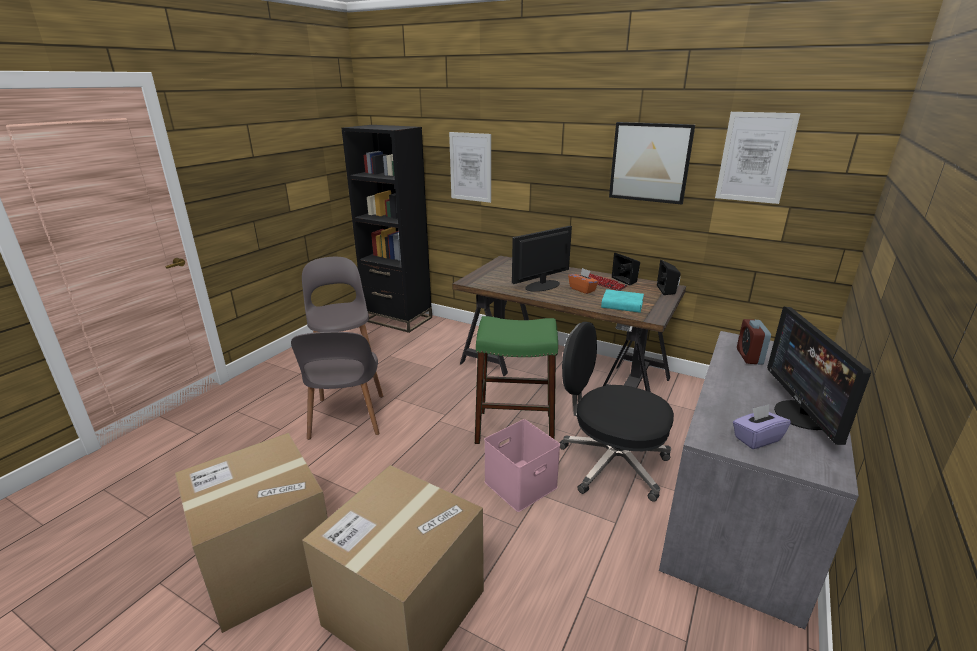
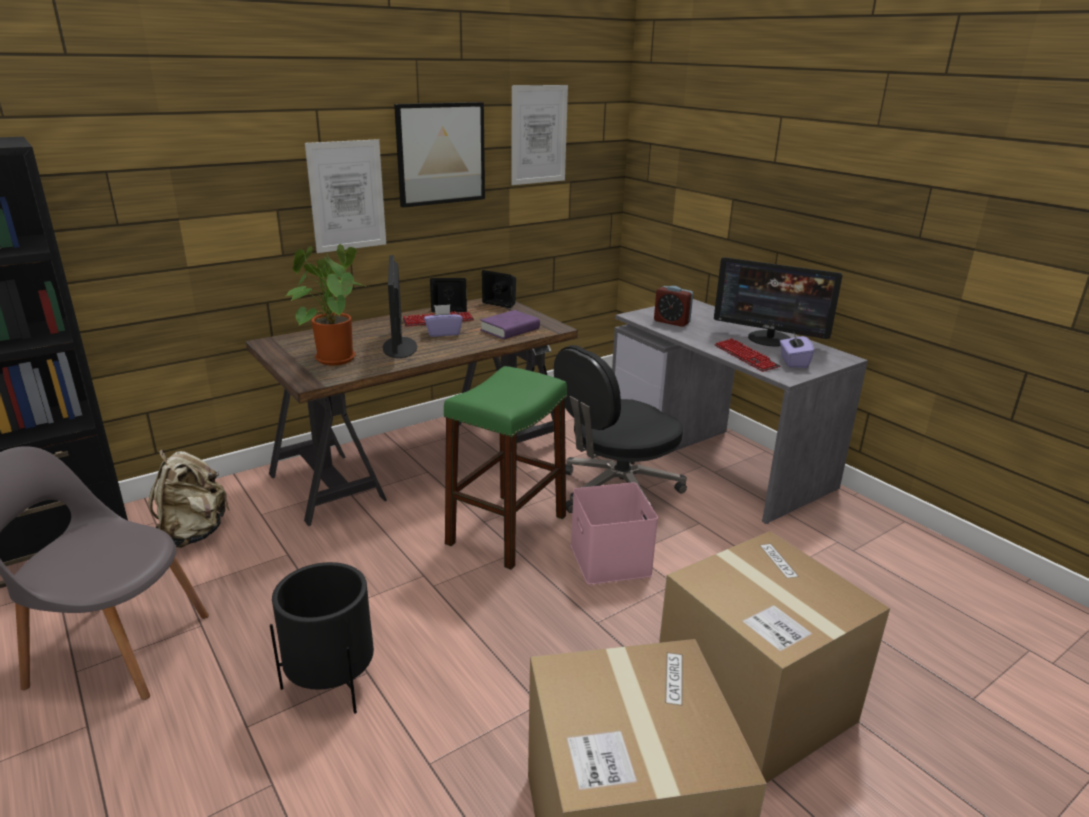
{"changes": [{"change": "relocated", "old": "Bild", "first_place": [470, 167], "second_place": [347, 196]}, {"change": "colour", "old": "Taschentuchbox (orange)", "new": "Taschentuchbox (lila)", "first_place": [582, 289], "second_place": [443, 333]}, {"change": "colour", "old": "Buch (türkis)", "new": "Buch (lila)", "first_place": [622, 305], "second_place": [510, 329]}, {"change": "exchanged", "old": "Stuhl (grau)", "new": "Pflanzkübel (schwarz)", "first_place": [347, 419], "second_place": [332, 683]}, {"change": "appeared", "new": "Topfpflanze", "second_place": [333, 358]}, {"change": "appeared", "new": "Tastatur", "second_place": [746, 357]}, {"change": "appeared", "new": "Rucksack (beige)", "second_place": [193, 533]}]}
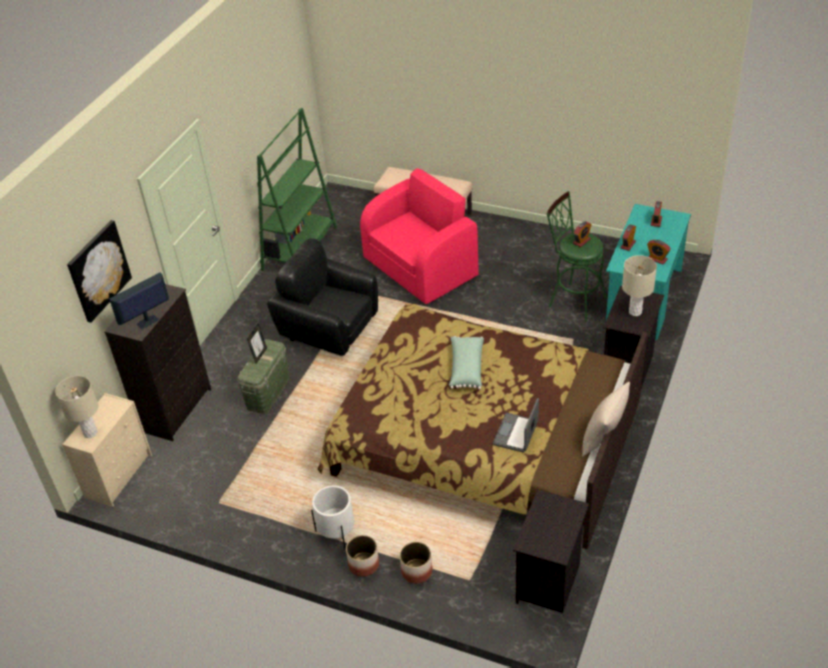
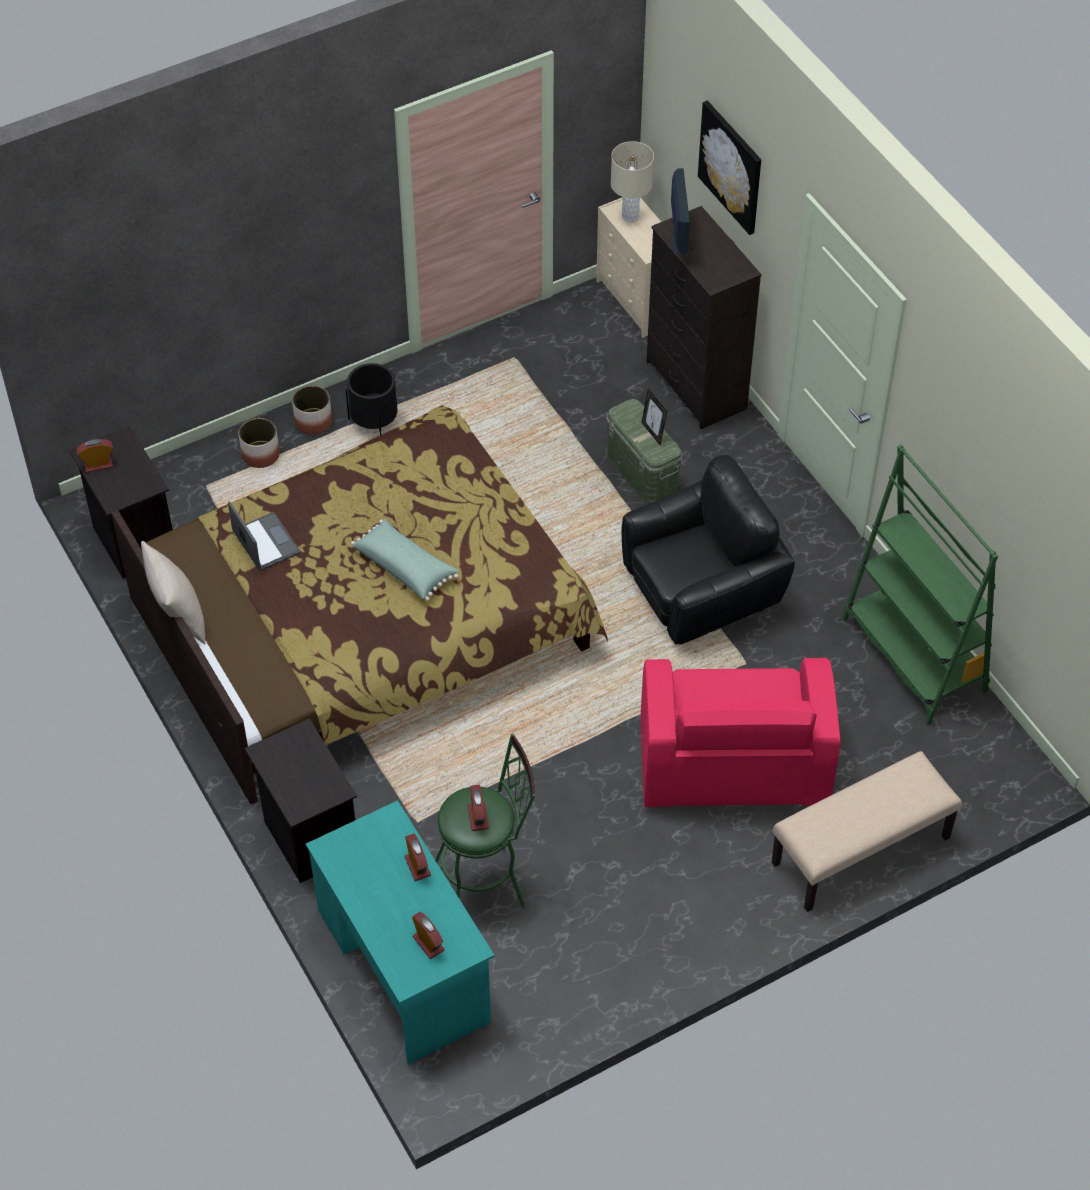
{"changes": [{"change": "relocated", "old": "Wecker", "first_place": [657, 259], "second_place": [98, 465]}, {"change": "missing", "old": "Tischlampe (beige)", "first_place": [635, 312]}, {"change": "colour", "old": "Pflanzkübel (weiß)", "new": "Pflanzkübel (schwarz)", "first_place": [336, 532], "second_place": [374, 423]}]}
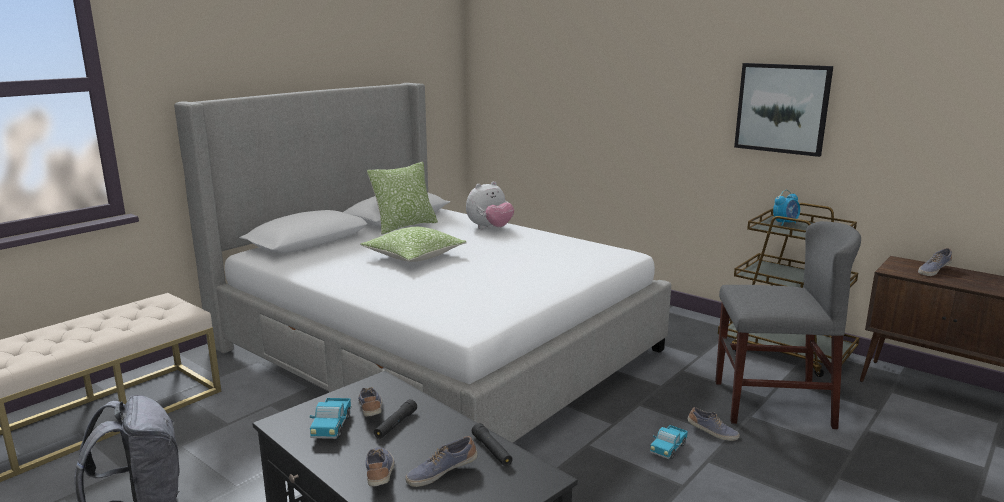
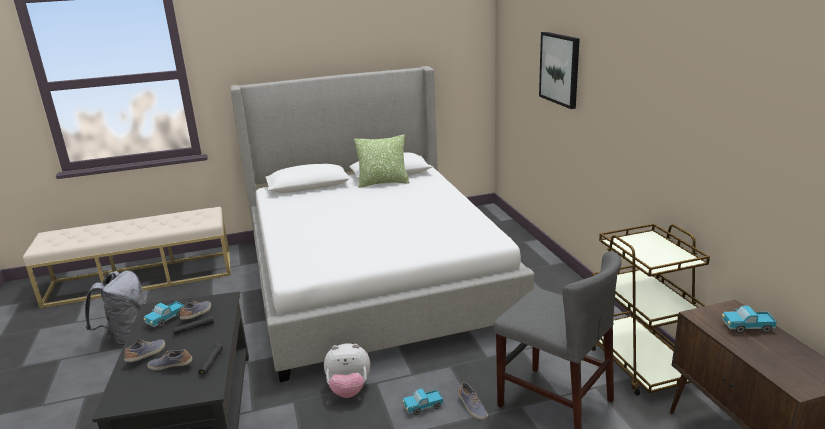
{"changes": [{"change": "relocated", "old": "Bild", "first_place": [782, 108], "second_place": [560, 69]}, {"change": "relocated", "old": "Plüschtier", "first_place": [490, 228], "second_place": [349, 390]}, {"change": "missing", "old": "Wecker", "first_place": [785, 223]}, {"change": "missing", "old": "Kissen", "first_place": [414, 256]}, {"change": "exchanged", "old": "Schuh", "new": "Spielzeuglaster", "first_place": [933, 270], "second_place": [747, 327]}]}
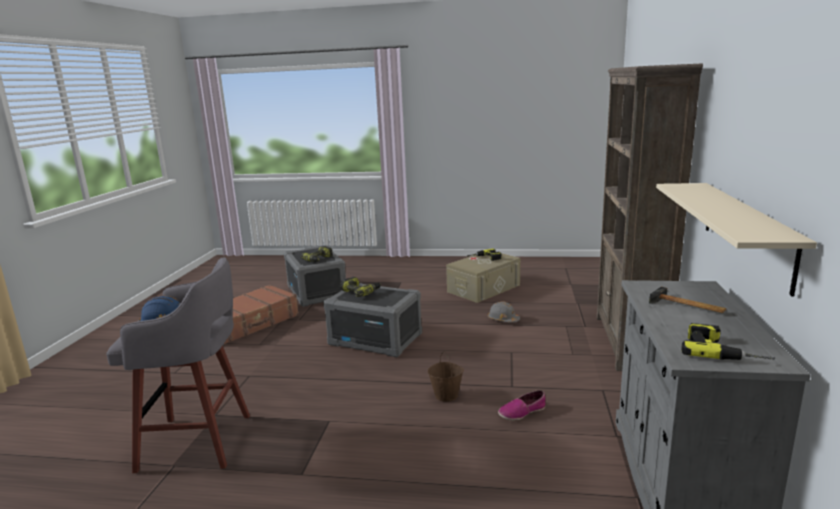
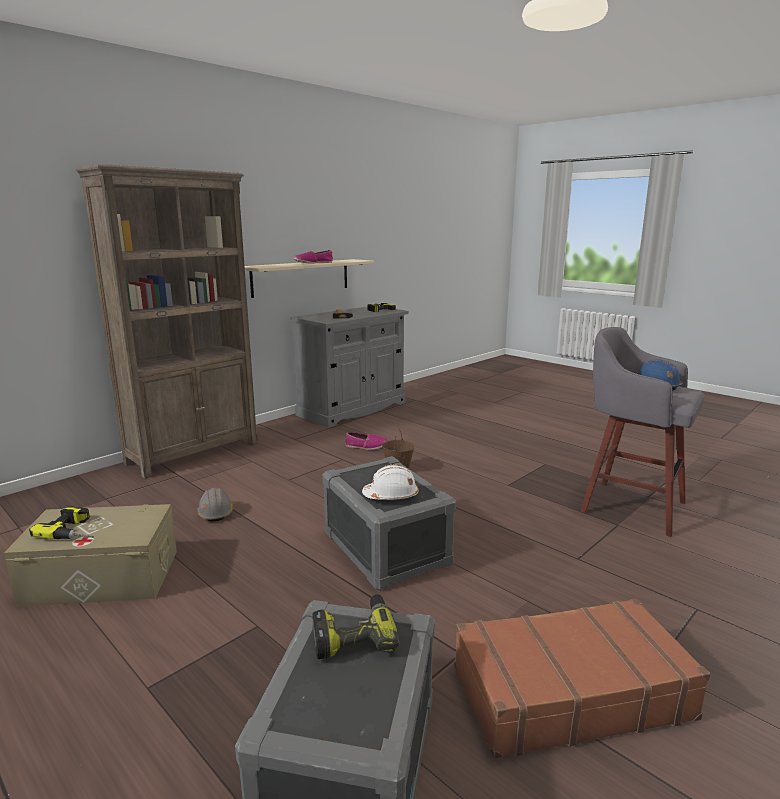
{"changes": [{"change": "exchanged", "old": "Bohrmaschine", "new": "Schutzhelm (weiß)", "first_place": [361, 291], "second_place": [391, 495]}, {"change": "appeared", "new": "Schuh", "second_place": [313, 263]}]}
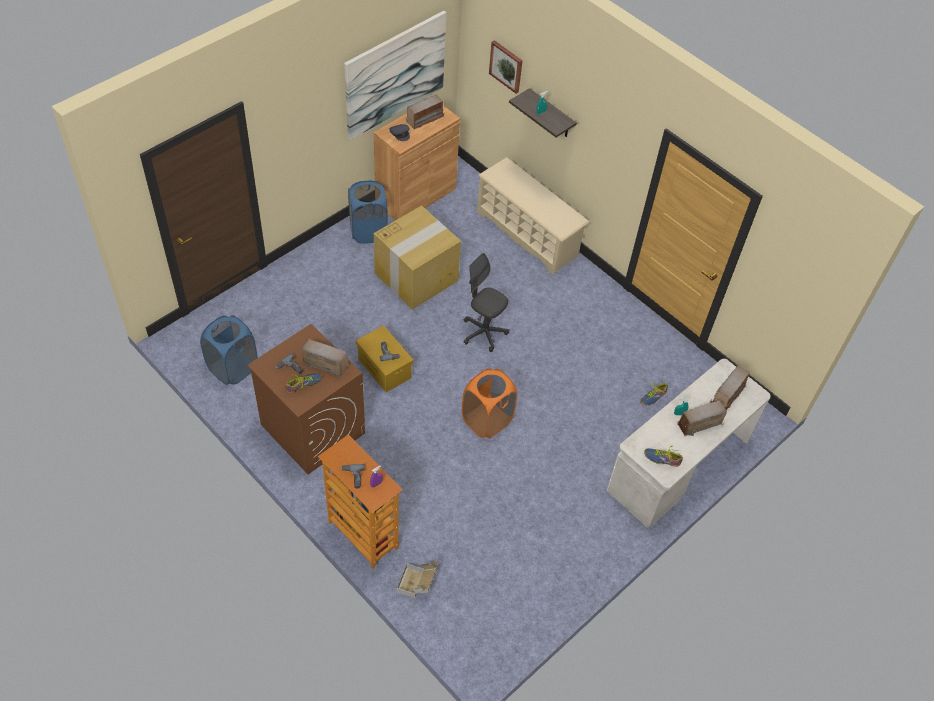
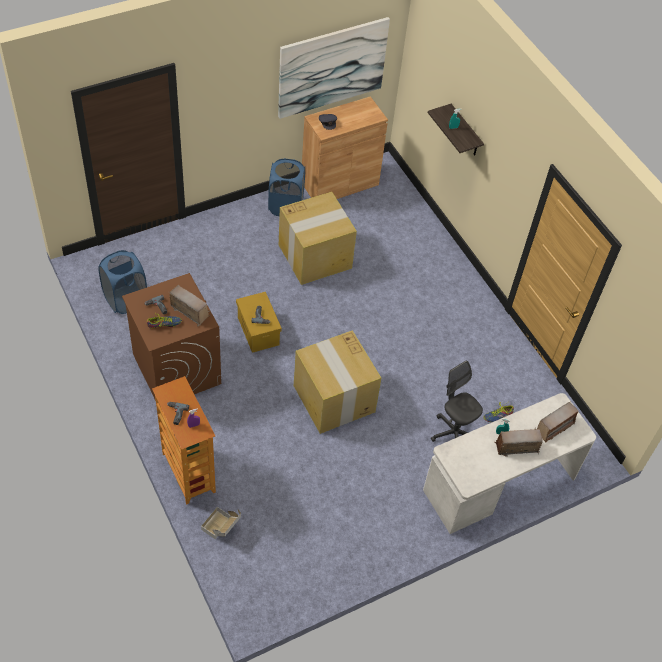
{"changes": [{"change": "missing", "old": "Bild", "first_place": [506, 66]}, {"change": "missing", "old": "Radio", "first_place": [425, 119]}, {"change": "missing", "old": "Schuhregal (beige)", "first_place": [528, 234]}, {"change": "relocated", "old": "Bürostuhl (grau)", "first_place": [484, 332], "second_place": [453, 433]}, {"change": "exchanged", "old": "Wäschekorb (orange)", "new": "Karton", "first_place": [487, 420], "second_place": [334, 399]}, {"change": "missing", "old": "Schuh", "first_place": [662, 459]}]}
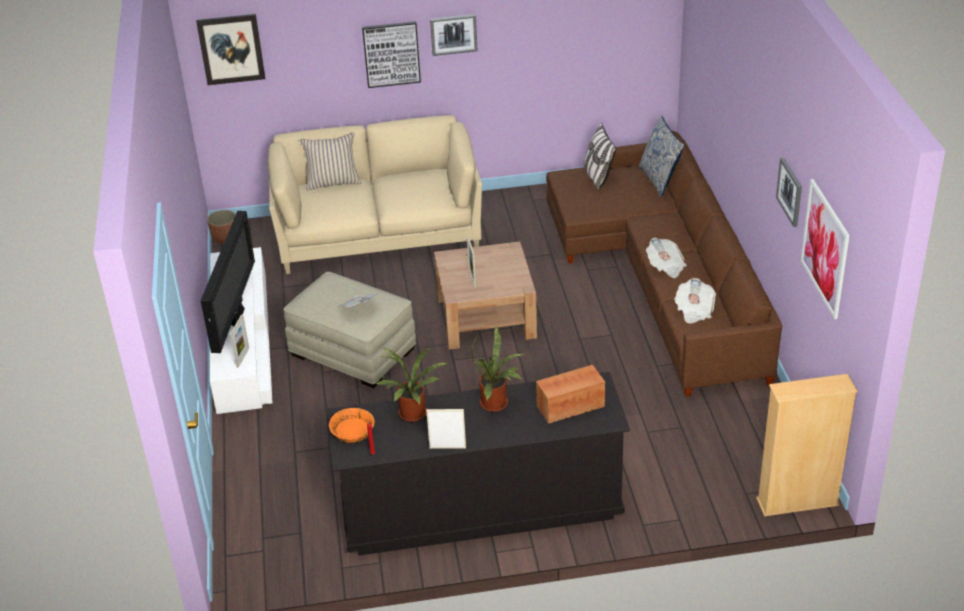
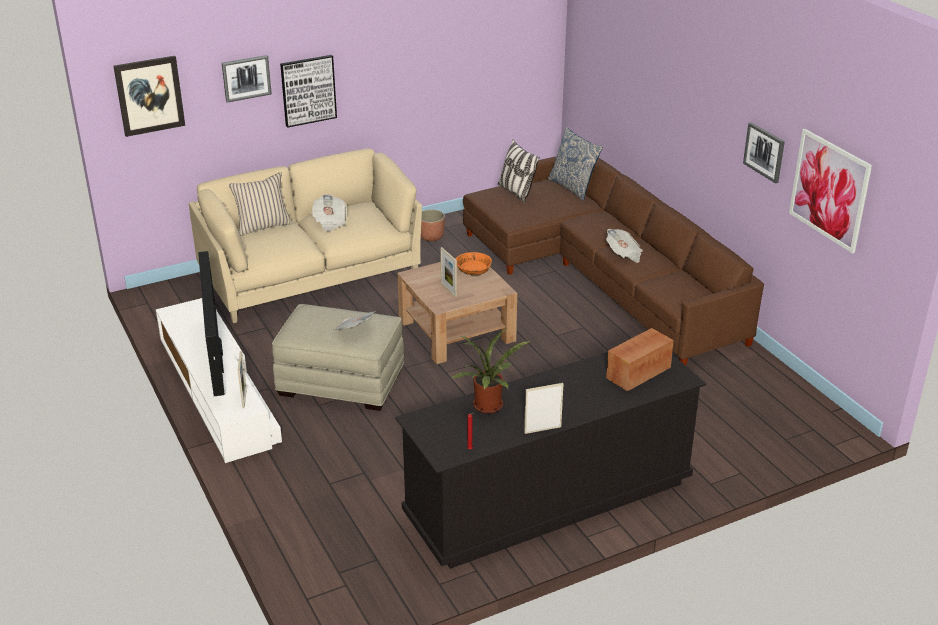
{"changes": [{"change": "relocated", "old": "Bild", "first_place": [453, 34], "second_place": [246, 78]}, {"change": "relocated", "old": "Pflanzkübel", "first_place": [225, 238], "second_place": [431, 237]}, {"change": "relocated", "old": "Zeitung", "first_place": [694, 310], "second_place": [330, 222]}, {"change": "missing", "old": "Topfpflanze", "first_place": [497, 404]}, {"change": "missing", "old": "Bücherregal (beige)", "first_place": [797, 502]}, {"change": "relocated", "old": "Schüssel (orange)", "first_place": [353, 432], "second_place": [473, 270]}]}
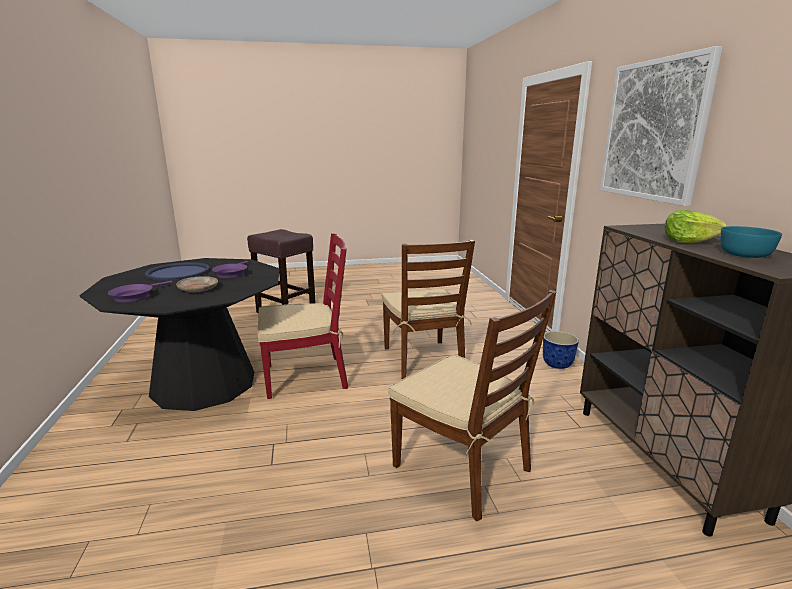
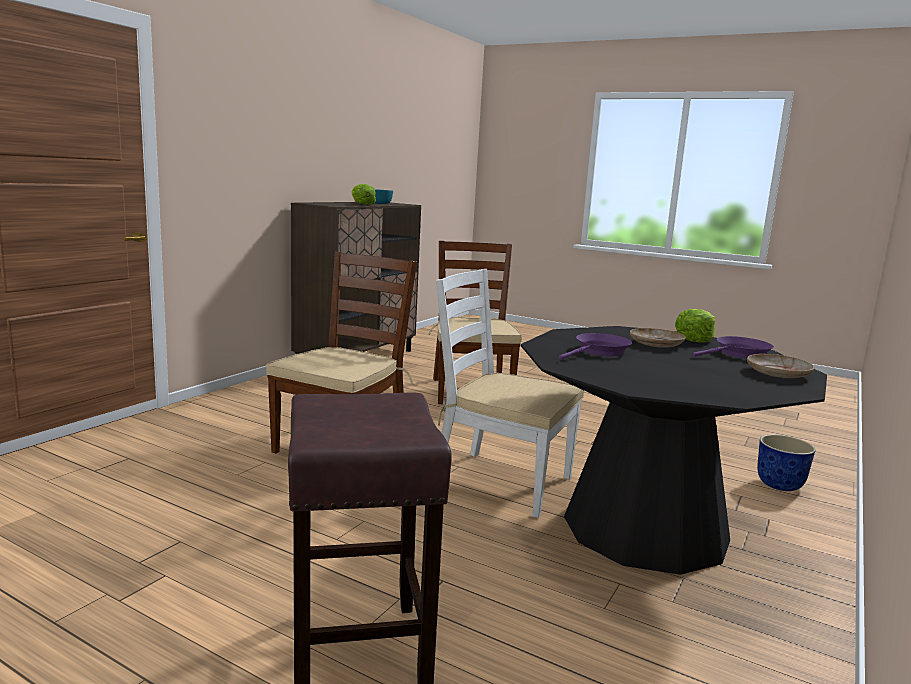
{"changes": [{"change": "missing", "old": "Bild", "first_place": [653, 130]}, {"change": "colour", "old": "Stuhl (rot)", "new": "Stuhl (weiß)", "first_place": [306, 376], "second_place": [501, 482]}, {"change": "missing", "old": "Tablett (blau)", "first_place": [178, 272]}, {"change": "relocated", "old": "Pflanzkübel", "first_place": [557, 364], "second_place": [778, 485]}, {"change": "appeared", "new": "Salatkopf", "second_place": [694, 339]}, {"change": "appeared", "new": "Teller (beige)", "second_place": [778, 373]}]}
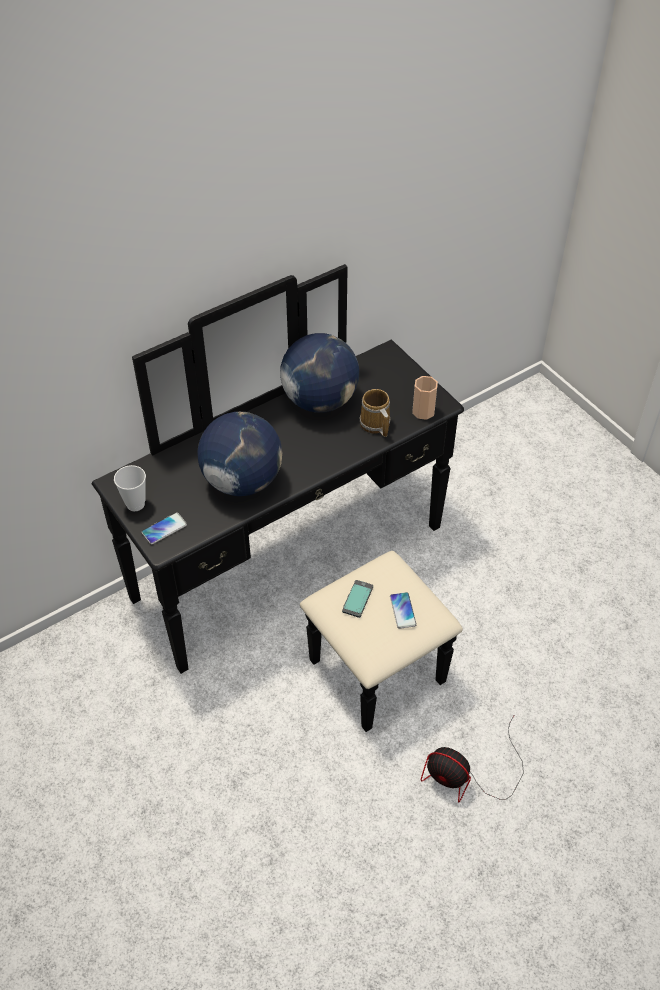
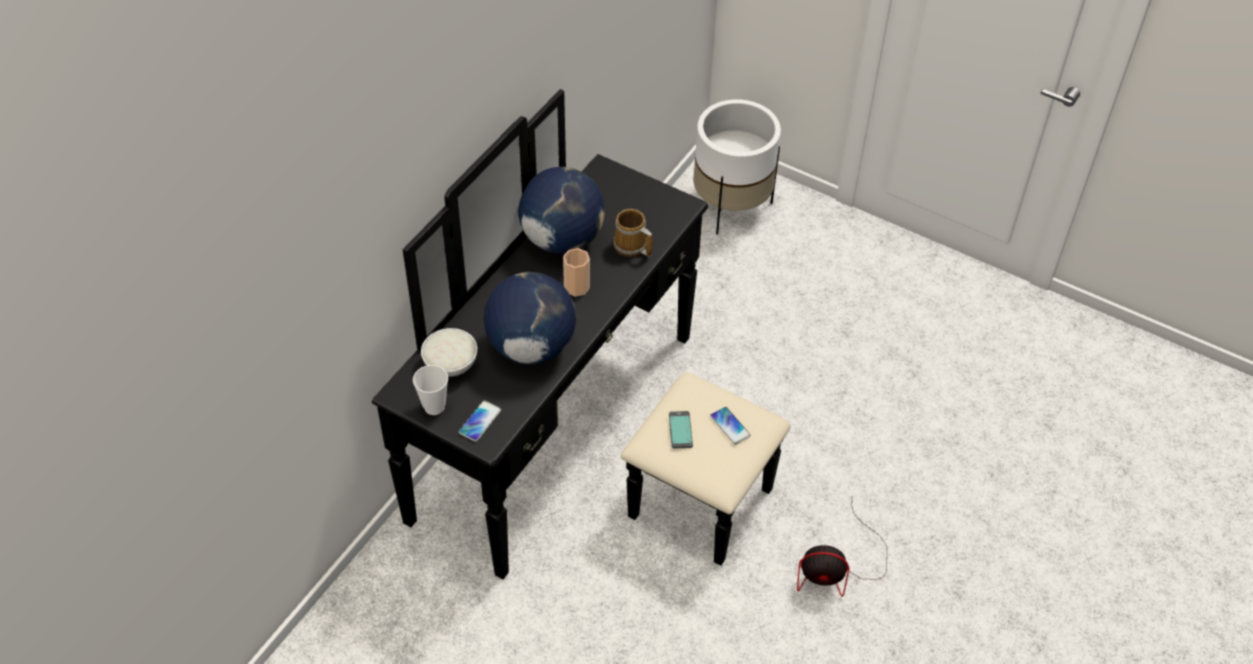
{"changes": [{"change": "relocated", "old": "Tasse", "first_place": [423, 411], "second_place": [576, 287]}, {"change": "appeared", "new": "Pflanzkübel (weiß)", "second_place": [731, 207]}, {"change": "appeared", "new": "Schüssel (weiß)", "second_place": [451, 365]}]}
